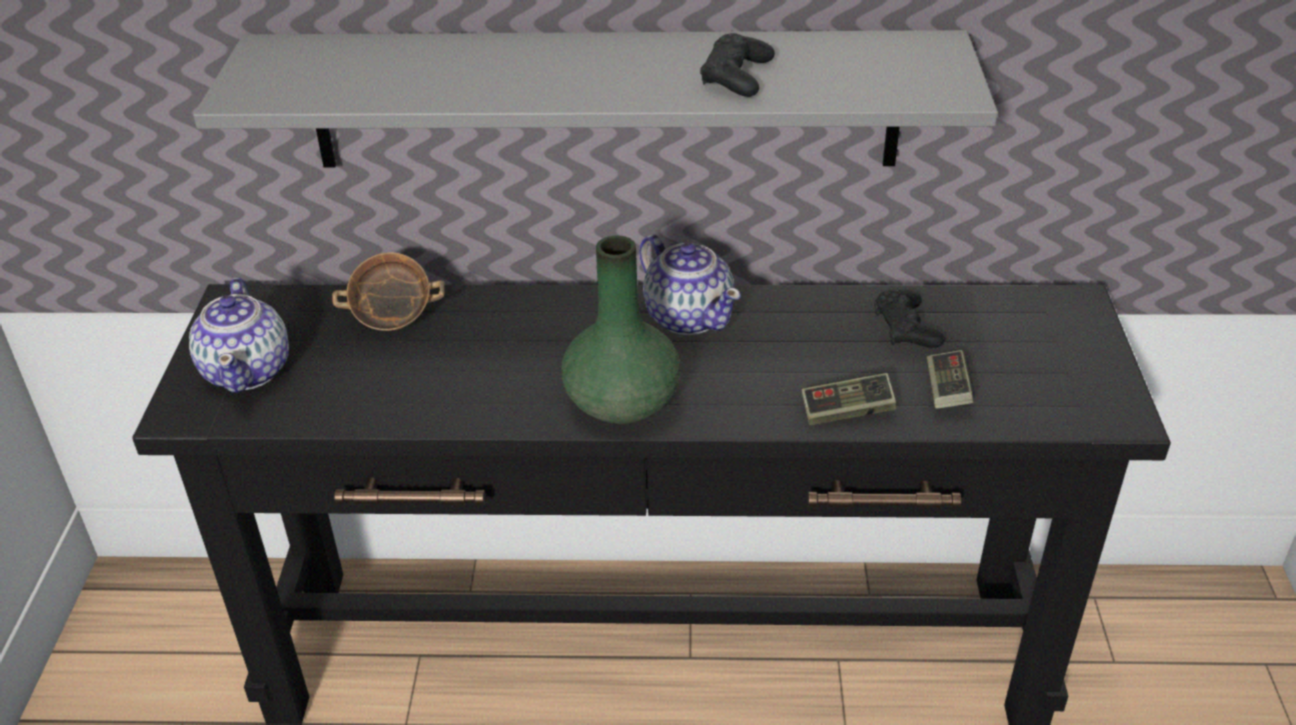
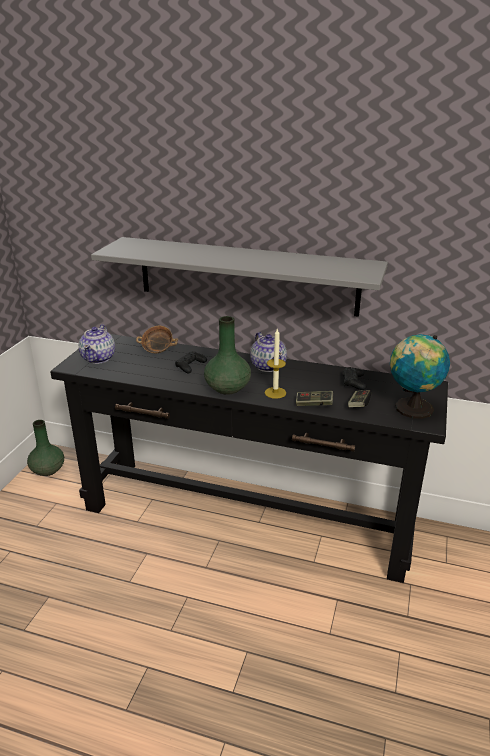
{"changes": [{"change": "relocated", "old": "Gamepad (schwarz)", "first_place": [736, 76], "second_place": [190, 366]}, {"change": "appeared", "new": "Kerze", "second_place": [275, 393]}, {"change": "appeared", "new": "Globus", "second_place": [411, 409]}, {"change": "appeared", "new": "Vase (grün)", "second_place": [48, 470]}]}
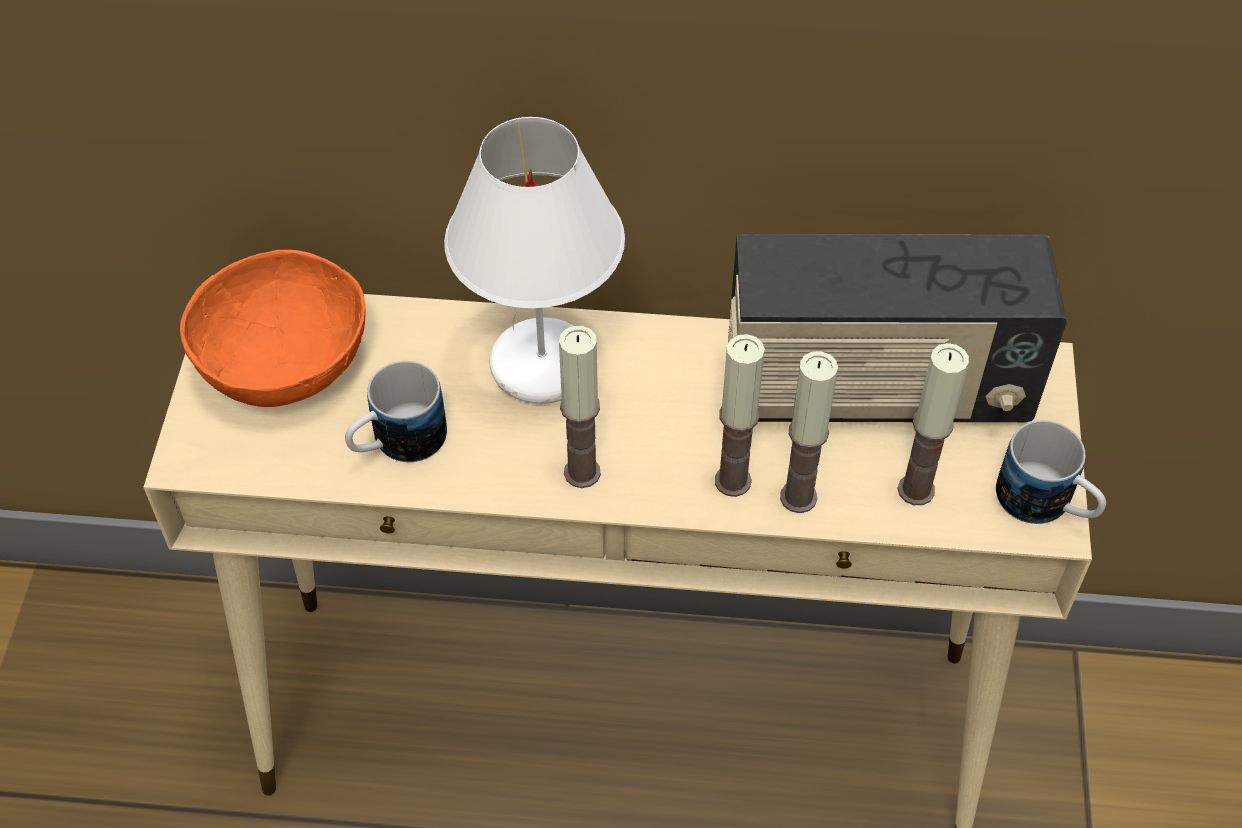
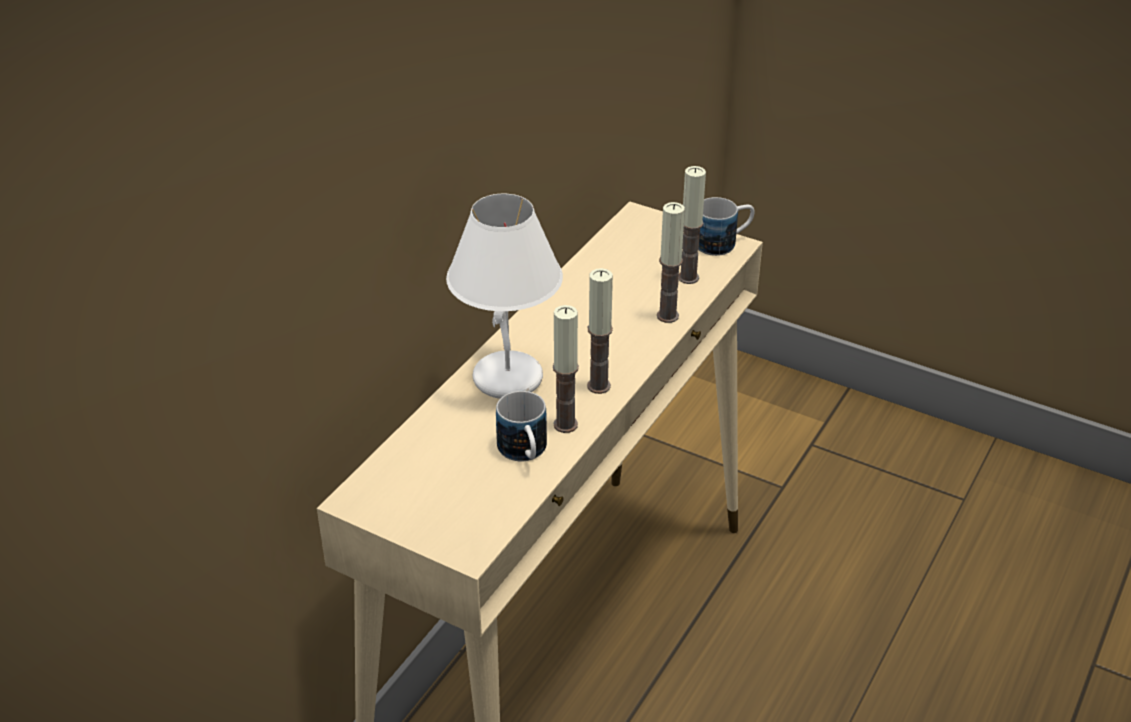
{"changes": [{"change": "missing", "old": "Radio", "first_place": [873, 390]}, {"change": "missing", "old": "Schüssel (orange)", "first_place": [285, 363]}, {"change": "relocated", "old": "Kerze", "first_place": [733, 481], "second_place": [565, 424]}]}
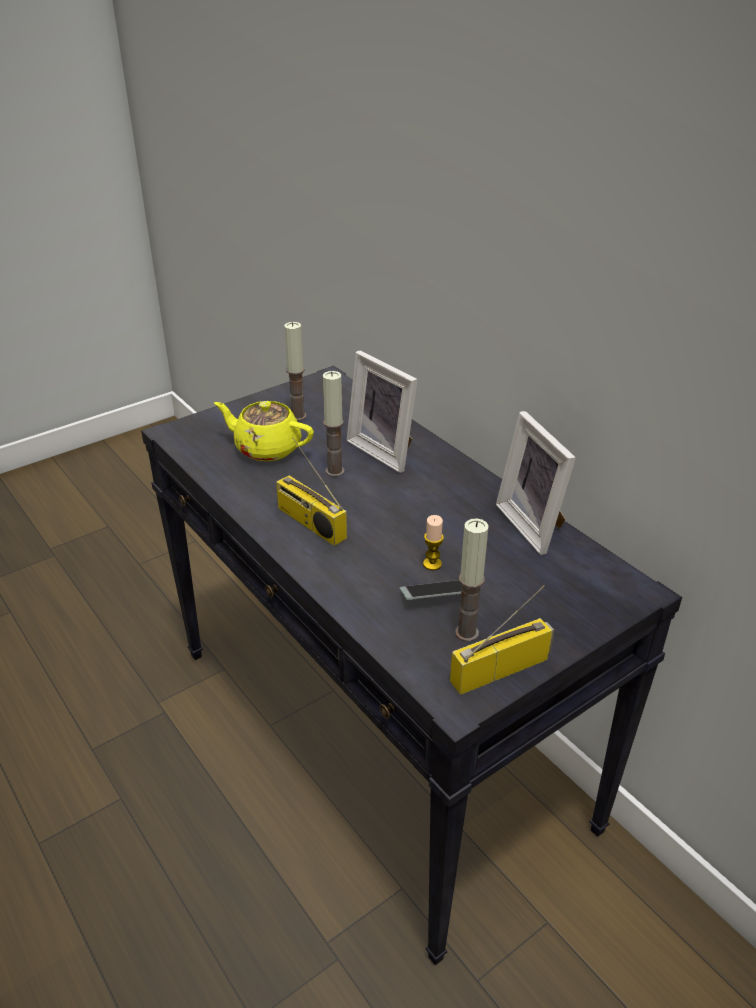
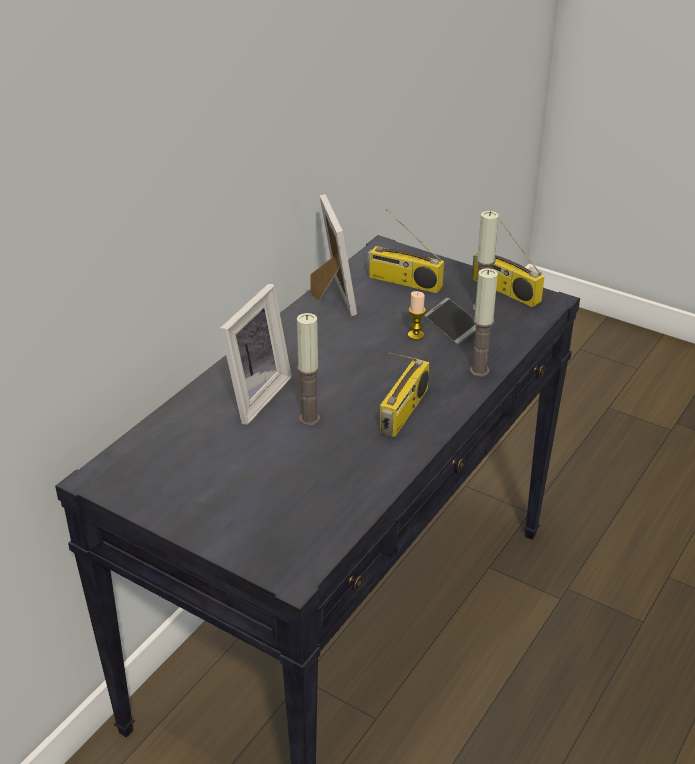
{"changes": [{"change": "relocated", "old": "Kerze", "first_place": [297, 416], "second_place": [479, 370]}, {"change": "missing", "old": "Teekanne (gelb)", "first_place": [266, 448]}, {"change": "spun", "old": "Bilderrahmen", "first_place": [534, 525], "second_place": [330, 297], "degrees": -60}, {"change": "appeared", "new": "Radio", "second_place": [403, 282]}]}
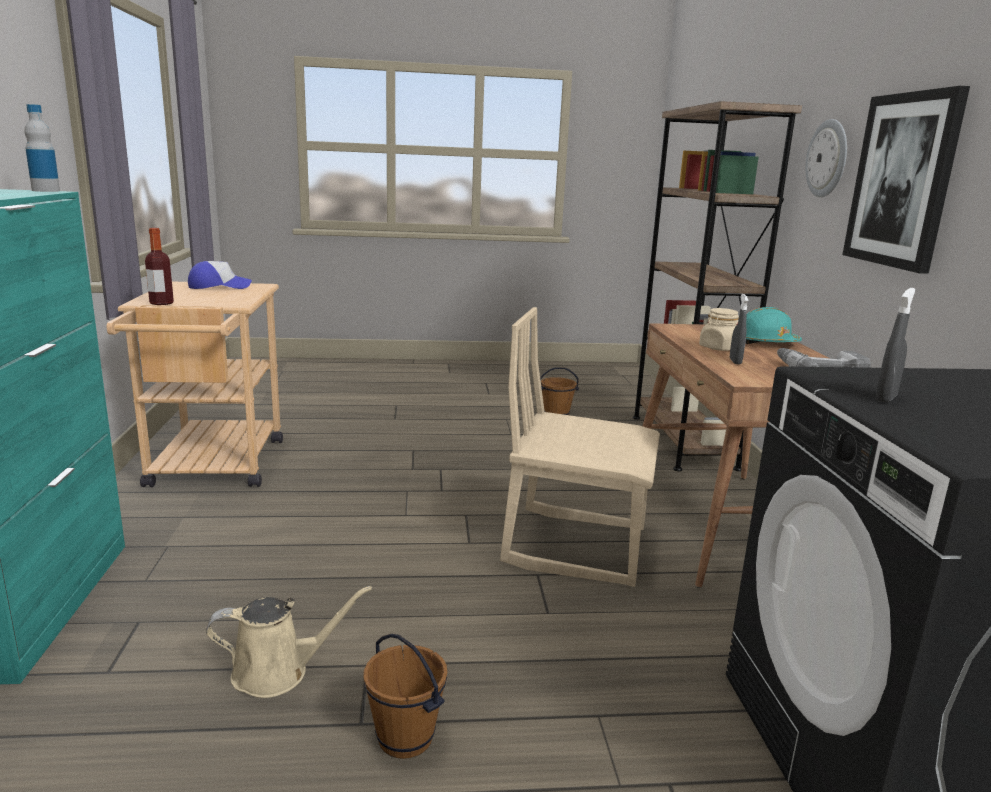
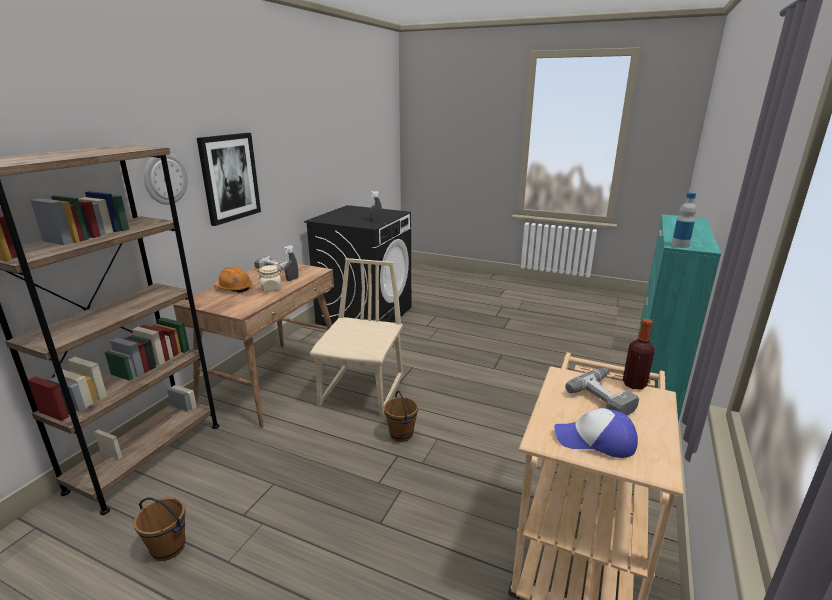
{"changes": [{"change": "spun", "old": "Stuhl (beige)", "first_place": [576, 545], "second_place": [363, 391], "degrees": -120}, {"change": "colour", "old": "Schutzhelm (türkis)", "new": "Schutzhelm (orange)", "first_place": [765, 343], "second_place": [234, 288]}, {"change": "missing", "old": "Gießkanne (beige)", "first_place": [278, 672]}, {"change": "relocated", "old": "Eimer (braun)", "first_place": [404, 738], "second_place": [402, 434]}, {"change": "appeared", "new": "Bohrmaschine", "second_place": [607, 396]}]}
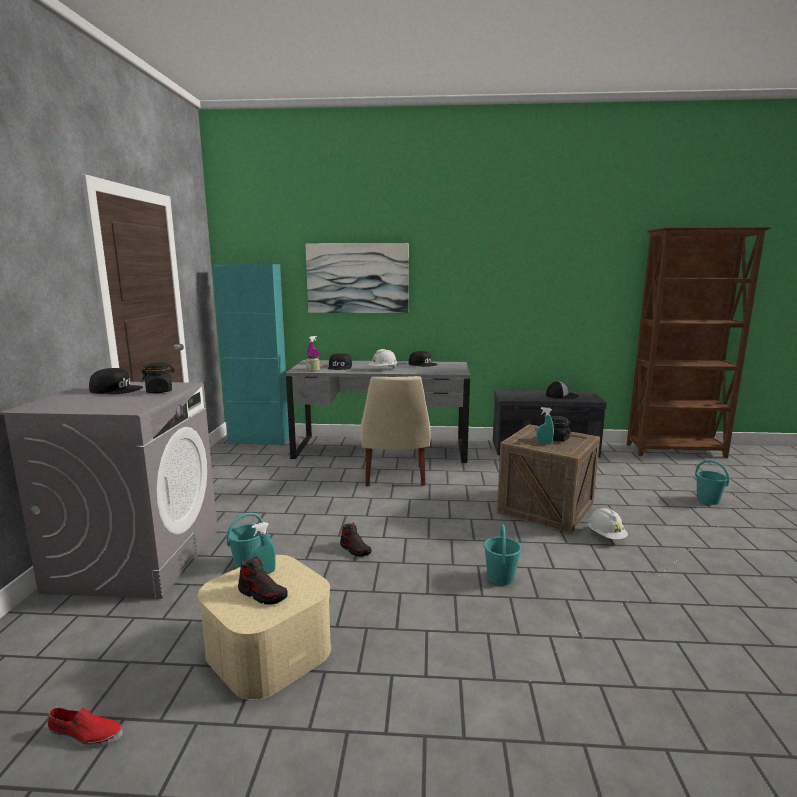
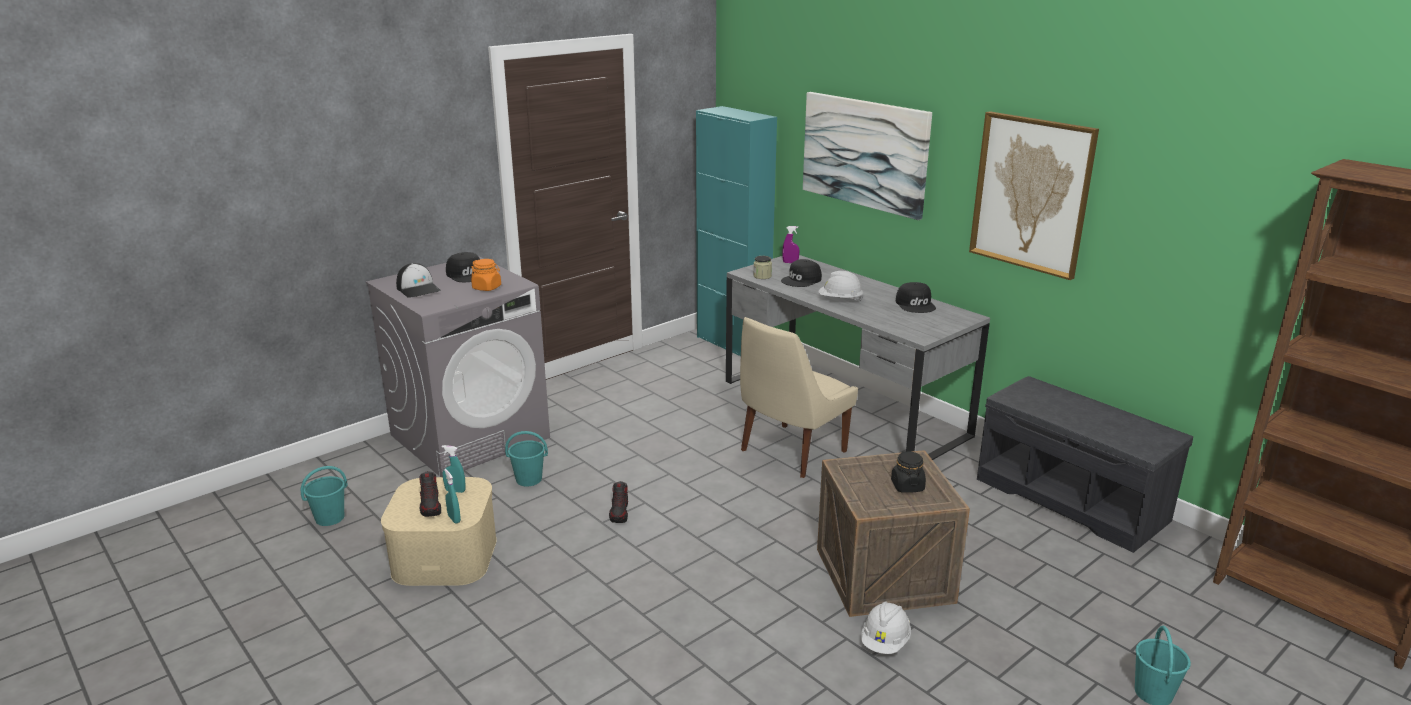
{"changes": [{"change": "colour", "old": "Vorratsglas (schwarz)", "new": "Vorratsglas (orange)", "first_place": [160, 391], "second_place": [487, 288]}, {"change": "relocated", "old": "Kappe", "first_place": [562, 396], "second_place": [418, 289]}, {"change": "relocated", "old": "Sprühflasche (türkis)", "first_place": [544, 443], "second_place": [454, 519]}, {"change": "relocated", "old": "Eimer (türkis)", "first_place": [500, 577], "second_place": [330, 518]}, {"change": "missing", "old": "Schuh (rot)", "first_place": [85, 734]}, {"change": "appeared", "new": "Bild", "second_place": [1031, 194]}]}
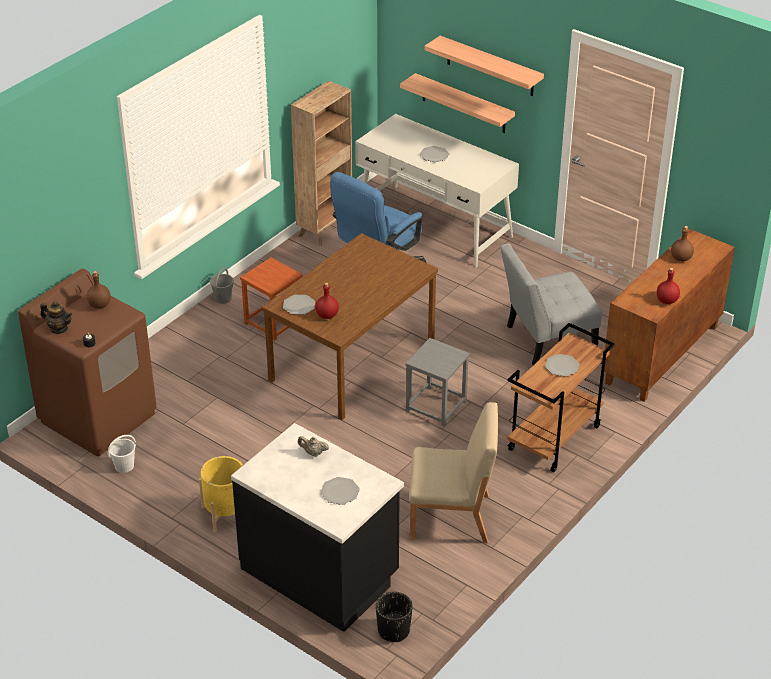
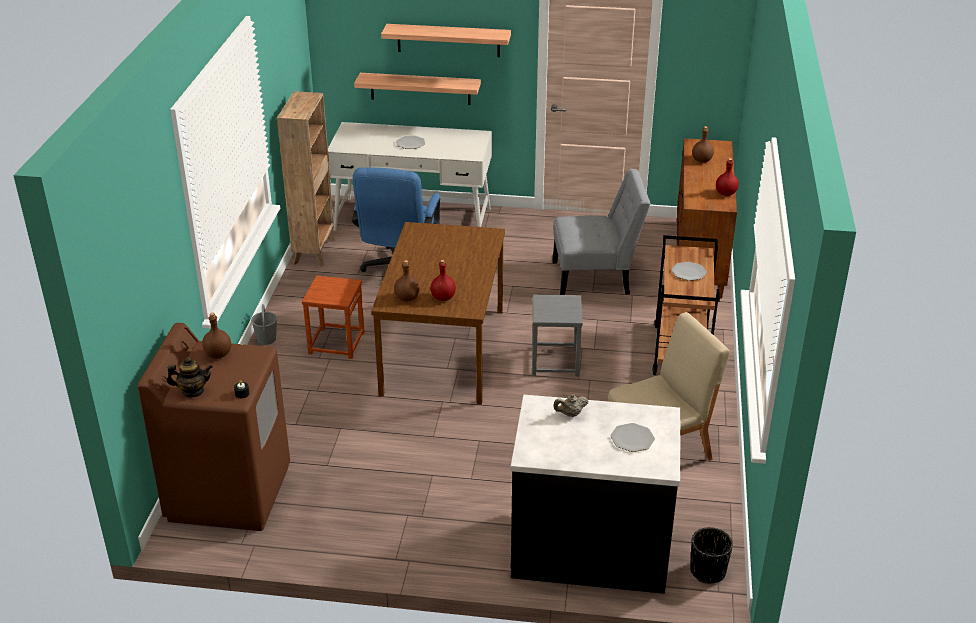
{"changes": [{"change": "spun", "old": "Stuhl (grau)", "first_place": [546, 340], "second_place": [596, 278], "degrees": -135}, {"change": "exchanged", "old": "Teller", "new": "Flasche (braun)", "first_place": [299, 305], "second_place": [407, 298]}, {"change": "missing", "old": "Eimer (weiß)", "first_place": [124, 466]}, {"change": "missing", "old": "Pflanzkübel (gelb)", "first_place": [226, 513]}]}
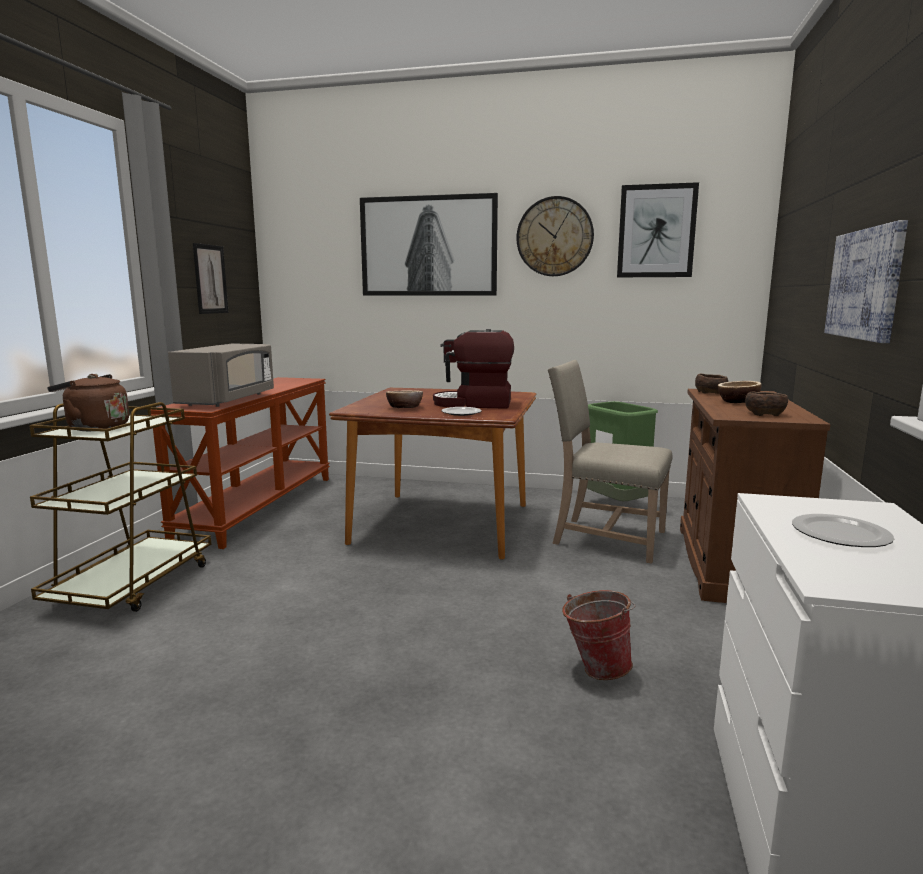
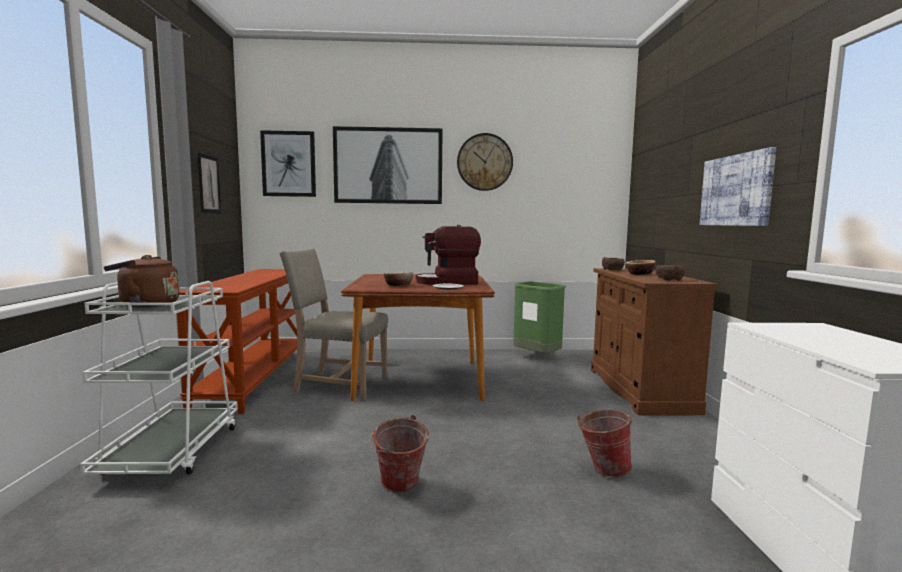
{"changes": [{"change": "relocated", "old": "Bild", "first_place": [656, 231], "second_place": [289, 164]}, {"change": "missing", "old": "Mikrowelle (grau)", "first_place": [228, 400]}, {"change": "relocated", "old": "Stuhl (beige)", "first_place": [605, 538], "second_place": [338, 384]}, {"change": "colour", "old": "Rollwagen (braun)", "new": "Rollwagen (weiß)", "first_place": [133, 584], "second_place": [172, 451]}, {"change": "missing", "old": "Teller", "first_place": [840, 534]}, {"change": "appeared", "new": "Eimer", "second_place": [399, 488]}]}
